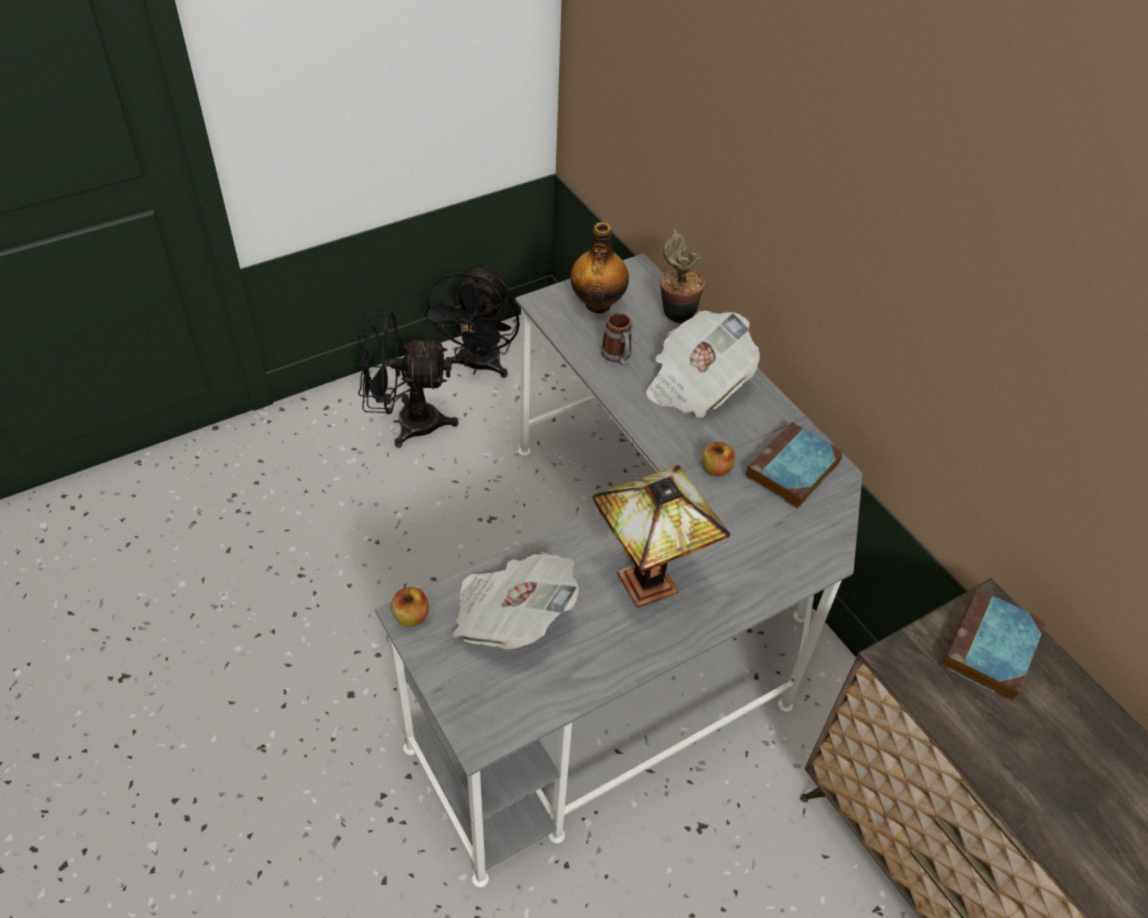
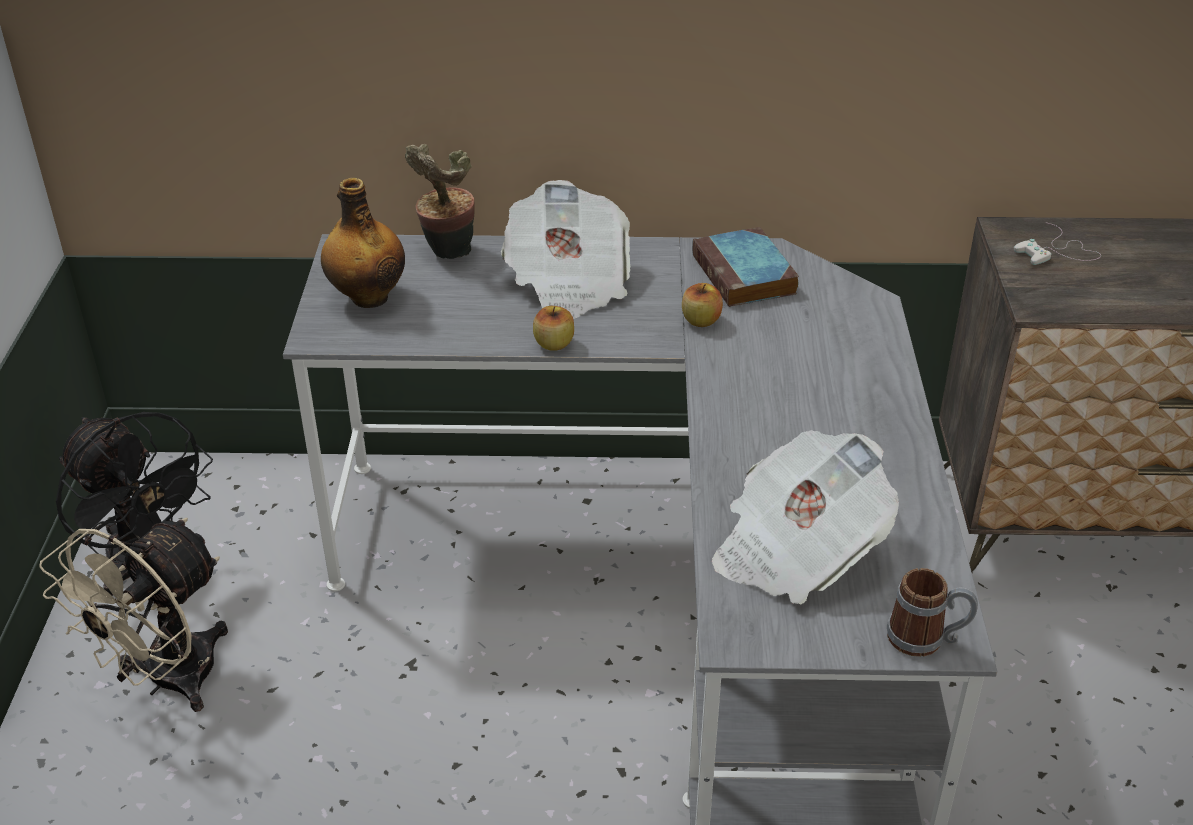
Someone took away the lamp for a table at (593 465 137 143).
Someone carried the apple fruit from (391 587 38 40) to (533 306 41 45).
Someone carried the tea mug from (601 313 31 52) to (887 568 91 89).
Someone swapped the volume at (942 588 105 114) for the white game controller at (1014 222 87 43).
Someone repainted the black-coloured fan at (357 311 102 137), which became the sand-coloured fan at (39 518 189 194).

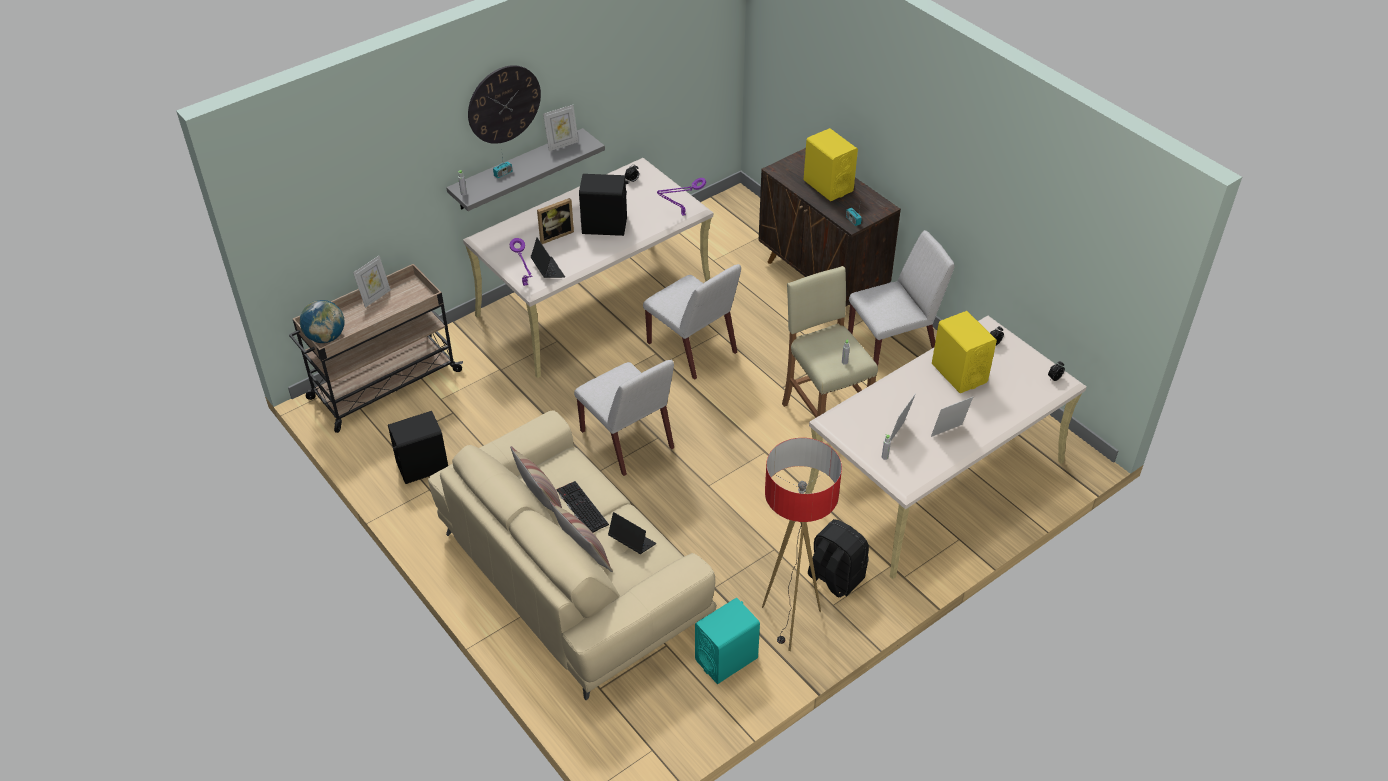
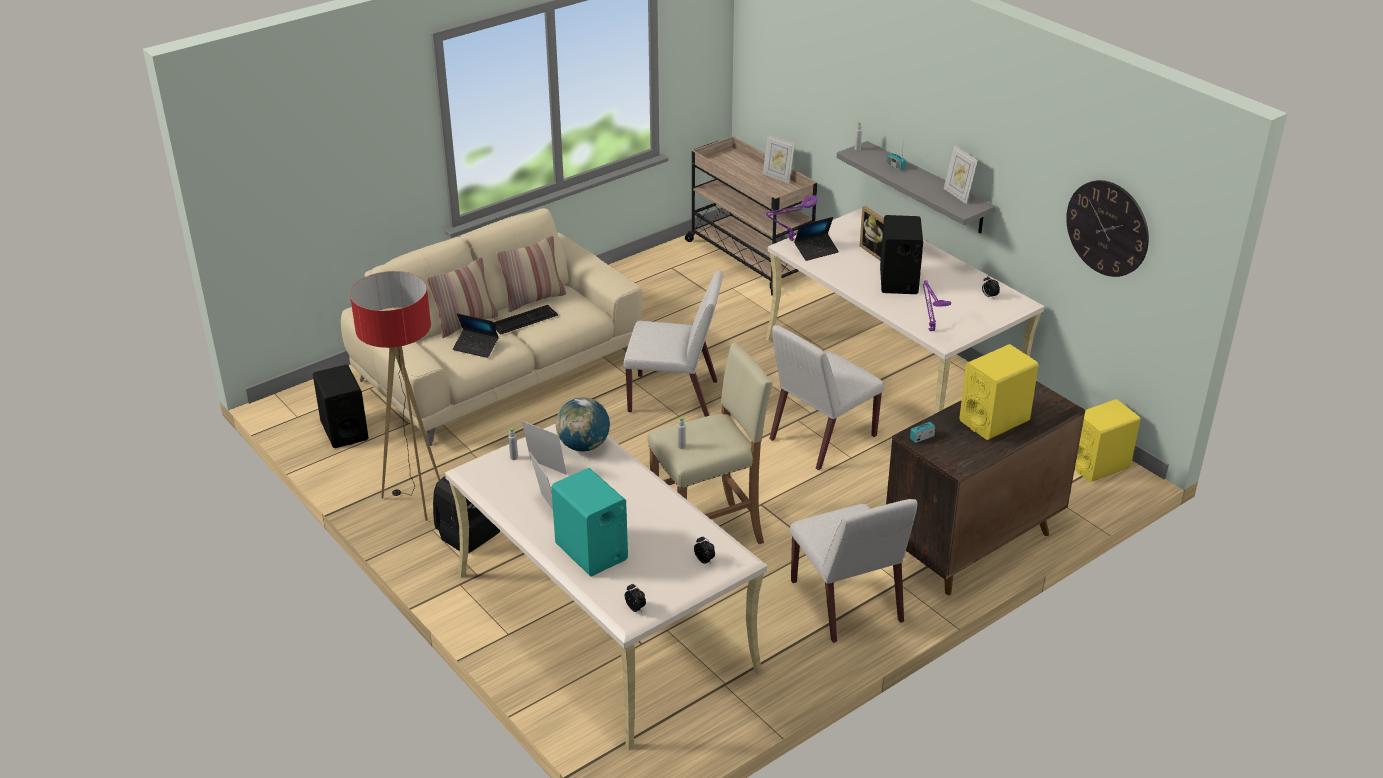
Someone carried the globe from (300 300 44 43) to (556 397 54 55).
Someone carried the black-coloured speaker from (388 411 60 73) to (313 365 56 83).
Someone carried the wall clock from (468 65 73 79) to (1066 180 83 97).
Someone carried the turquoise speaker from (695 598 65 86) to (551 468 77 108).
Someone carried the yellow speaker from (932 311 65 82) to (1075 399 65 83).
Someone rotated the white chair at (574 360 100 116) by 135 degrees counterclockwise.
Someone rotated the portable computer at (608 512 48 42) by 75 degrees clockwise.

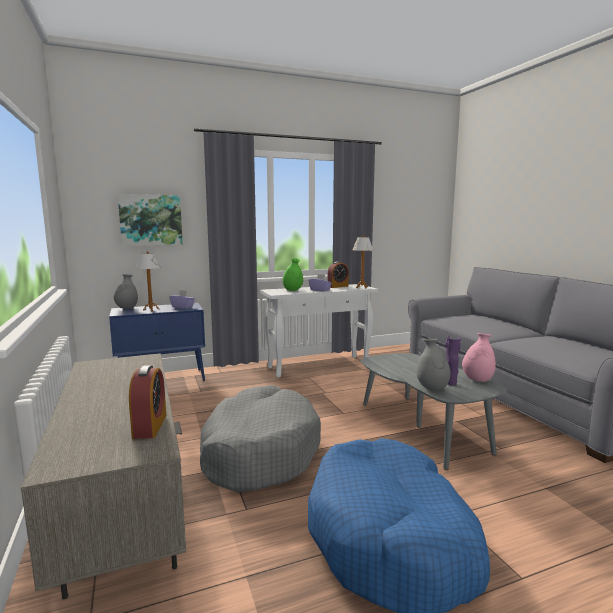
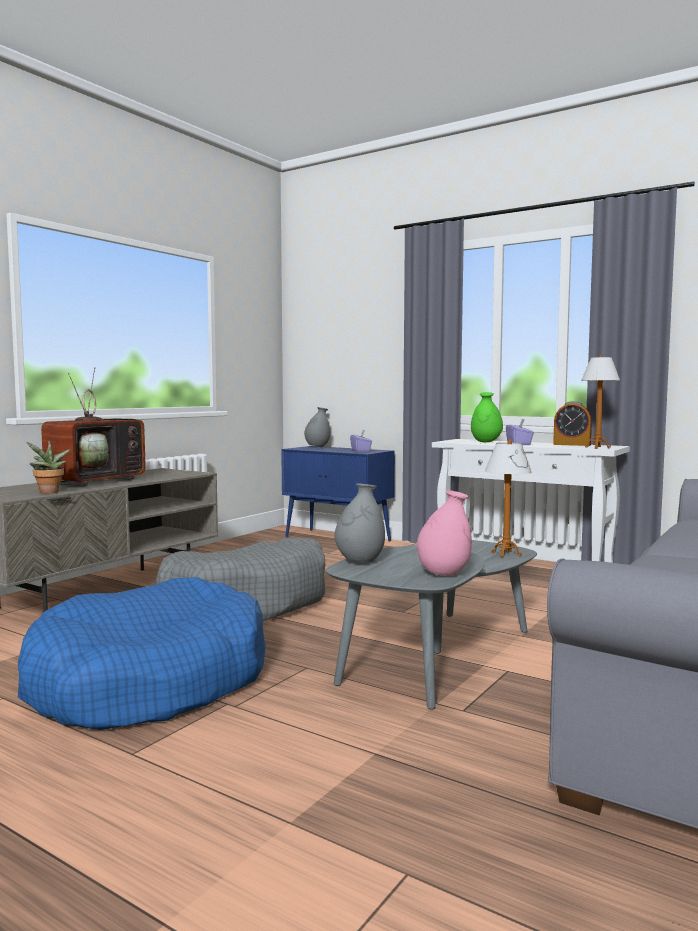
Someone took away the wall art at (118 194 65 52).
Someone took away the purple-coloured vase at (445 335 16 50).
Someone put down the TV set at (41 367 105 119).
Someone carried the lamp for a table from (136 251 25 60) to (485 439 47 118).
Someone swapped the table clock at (129 365 37 74) for the potted plant at (26 440 45 53).

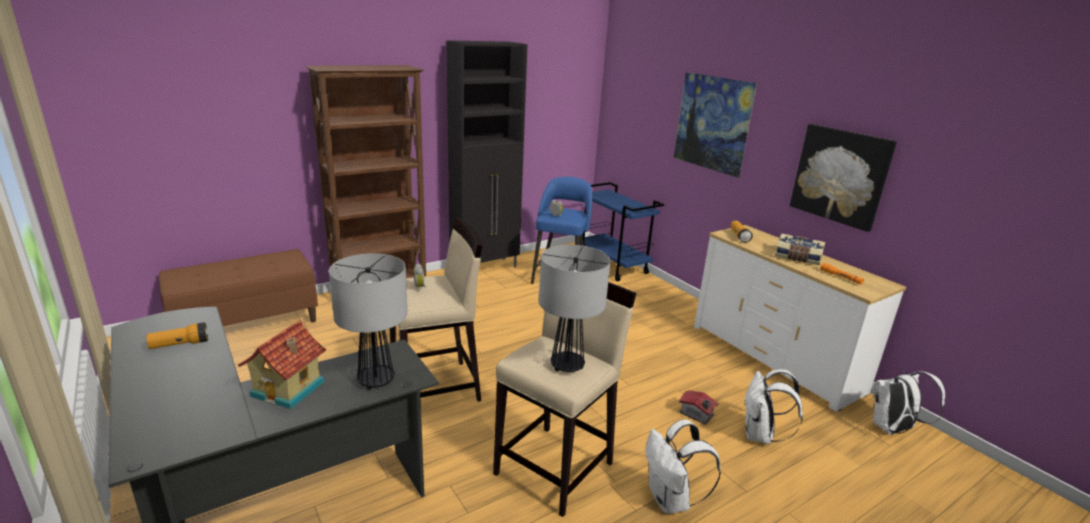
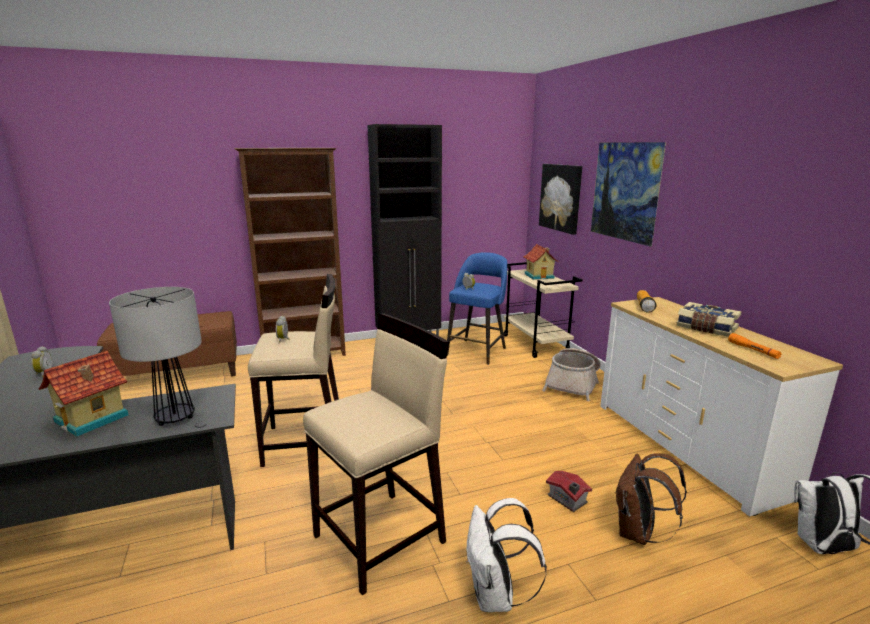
Someone took away the lamp for a table at (539 245 72 127).
Someone put down the toy house at (523 244 35 36).
Someone put down the household basket at (542 348 59 53).
Someone carried the wall art from (790 124 107 108) to (539 164 43 71).
Someone swapped the flashlight at (146 322 62 27) for the table clock at (31 346 21 31).
Someone repainted the blue-coloured cart at (583 182 81 100), which became the sand-coloured cart at (504 262 79 96).
Someone repainted the white knapsack at (744 369 59 75), which became the brown knapsack at (615 453 72 92).

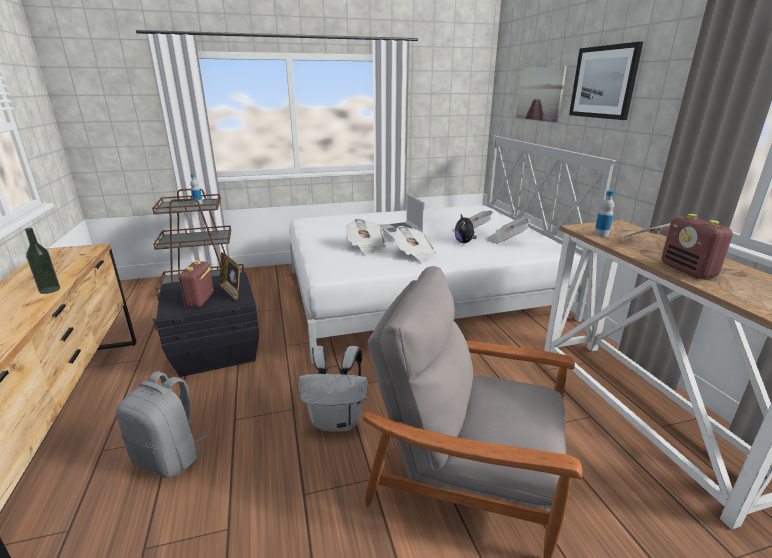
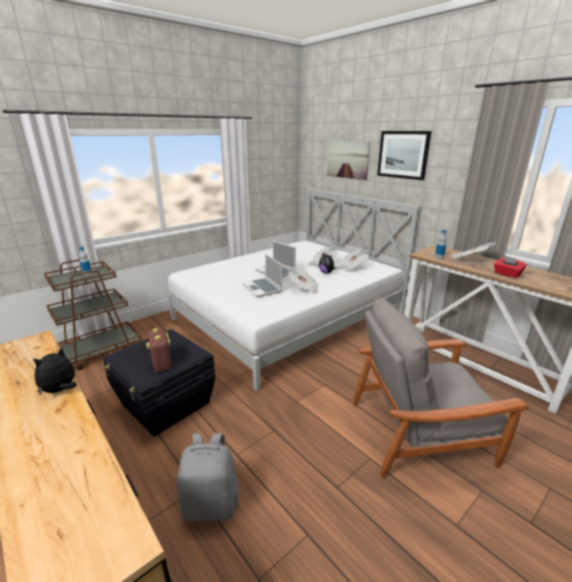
Someone took away the photo frame at (219 252 22 49).
Someone took away the white knapsack at (299 346 69 86).
Someone swapped the beverage bottle at (25 228 35 66) for the soft toy at (33 347 44 48).
Someone swapped the printed paper at (346 218 40 36) for the portable computer at (242 253 40 44).
Someone swapped the radio at (661 214 72 65) for the red tissue holder at (494 256 33 22).

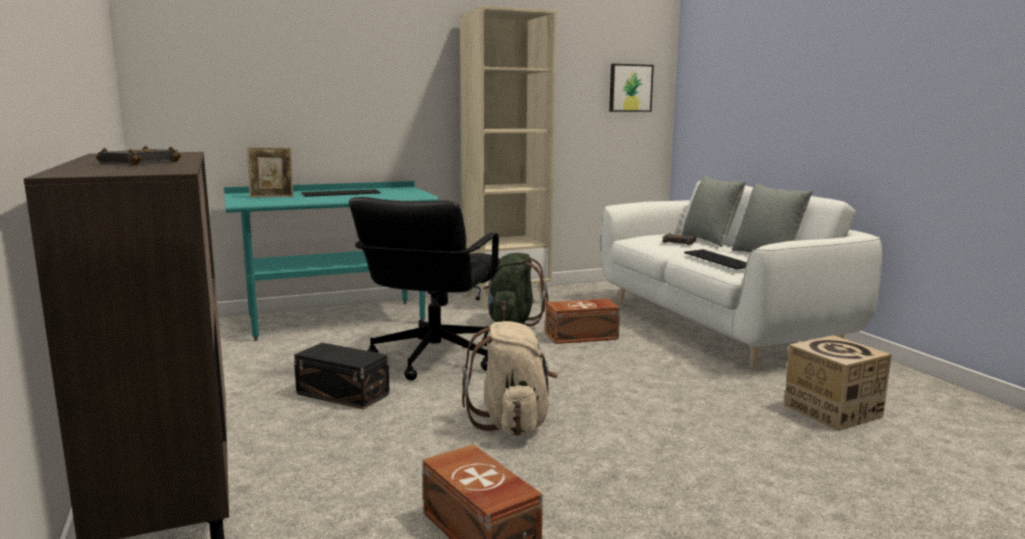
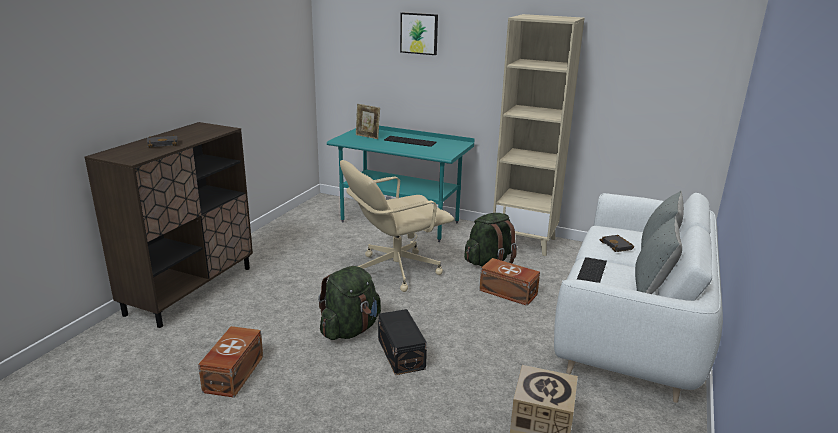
Someone carried the black-coloured storage bin from (294 343 96 67) to (378 309 49 66).
Someone carried the wall art from (609 64 45 48) to (400 13 38 42).
Someone repainted the black-coloured computer chair at (349 197 152 184), which became the sand-coloured computer chair at (340 160 114 132).
Someone repainted the sand-coloured knapsack at (462 321 96 115), which became the green-coloured knapsack at (318 266 63 74).

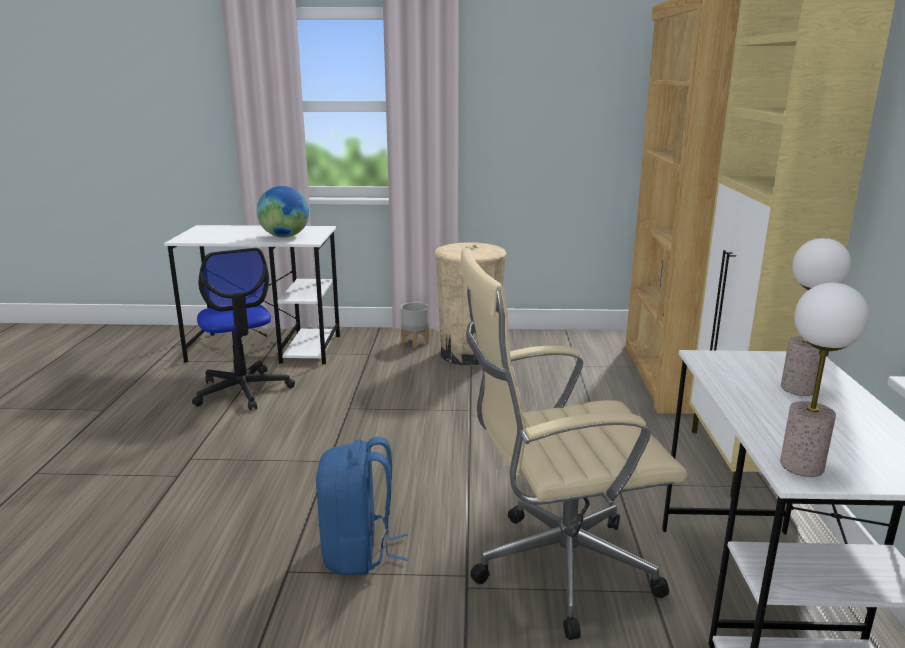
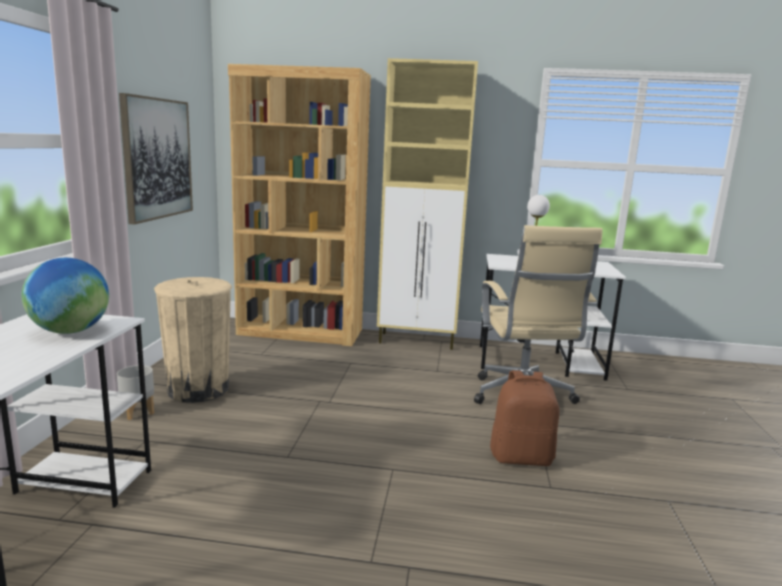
Someone took away the computer chair at (192 248 103 162).
Someone took away the lamp for a table at (780 283 89 194).
Someone put up the wall art at (119 93 74 132).
Someone repainted the blue-coloured knapsack at (316 437 92 138), which became the brown knapsack at (490 370 69 96).

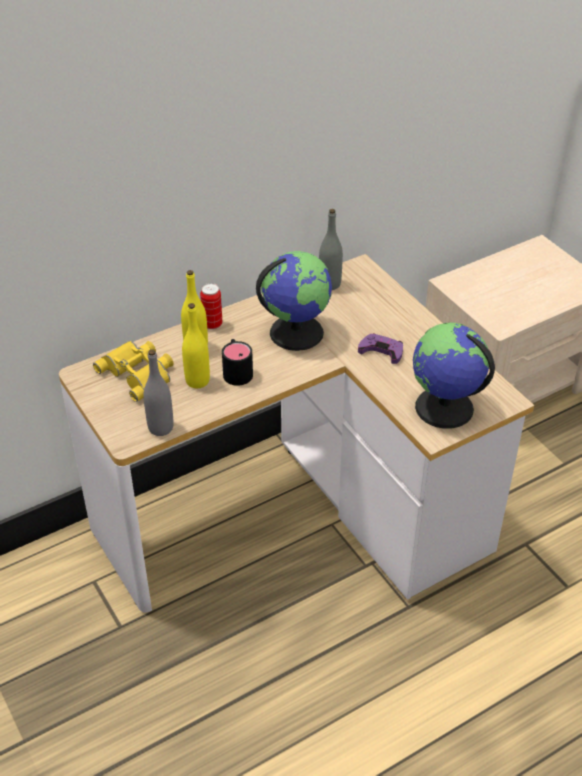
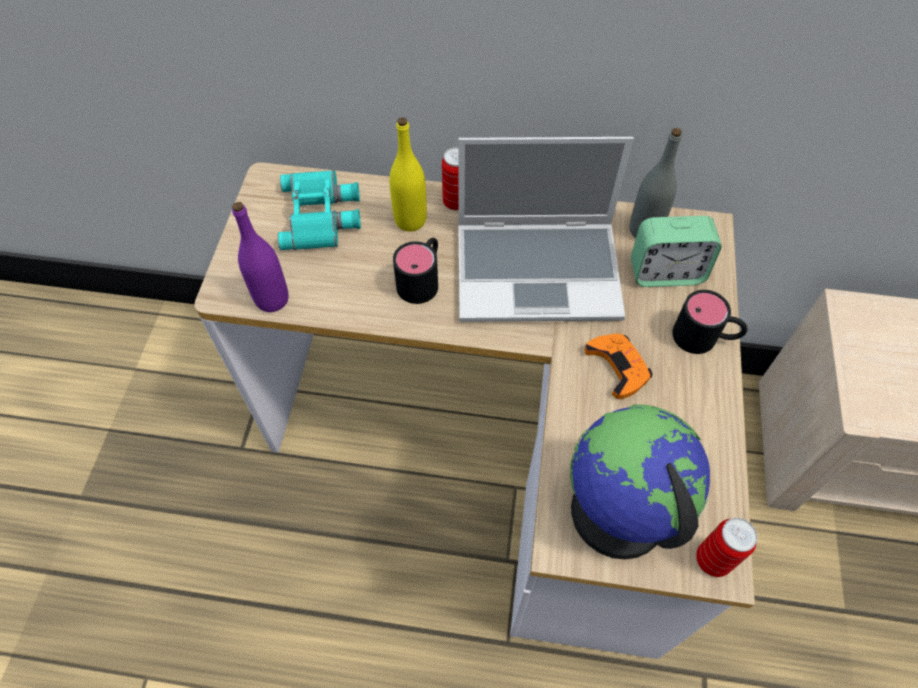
Someone took away the yellow beverage bottle at (182 303 28 85).
Someone put down the table clock at (631 216 91 71).
Someone put down the black-coloured tea mug at (672 290 75 64).
Someone put down the metal can at (696 518 61 59).
Someone swapped the globe at (256 251 76 100) for the portable computer at (458 137 176 185).
Someone repainted the yellow pair of binoculars at (93 341 81 61), which became the turquoise pair of binoculars at (278 170 83 80).
Someone repainted the grey beverage bottle at (143 349 30 87), which became the purple-coloured beverage bottle at (232 202 57 110).
Someone repainted the purple-coloured game controller at (358 333 45 31), which became the orange-coloured game controller at (584 334 68 65).

